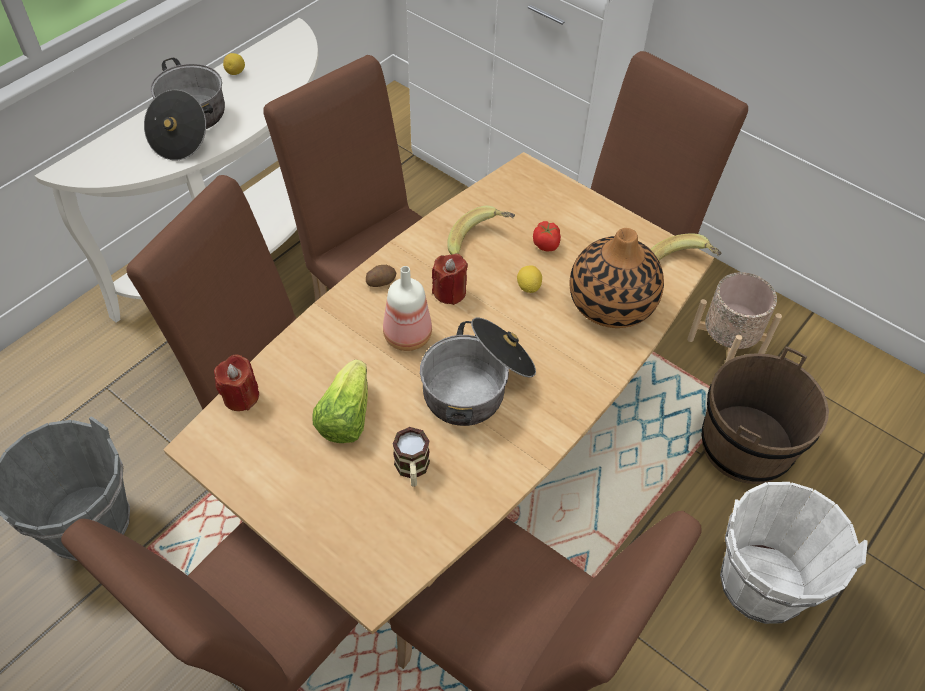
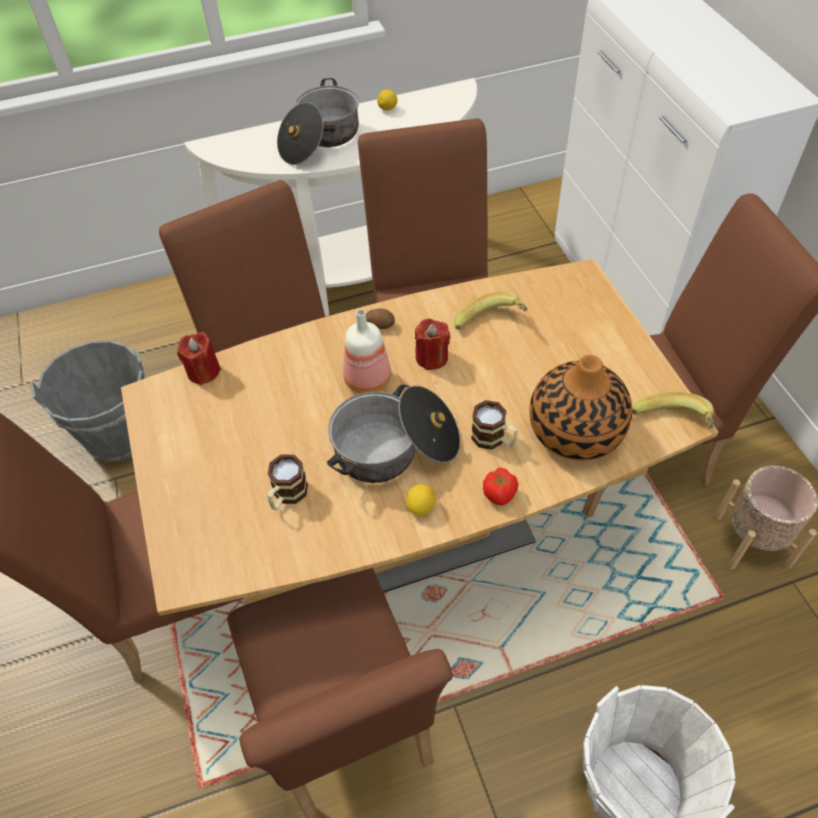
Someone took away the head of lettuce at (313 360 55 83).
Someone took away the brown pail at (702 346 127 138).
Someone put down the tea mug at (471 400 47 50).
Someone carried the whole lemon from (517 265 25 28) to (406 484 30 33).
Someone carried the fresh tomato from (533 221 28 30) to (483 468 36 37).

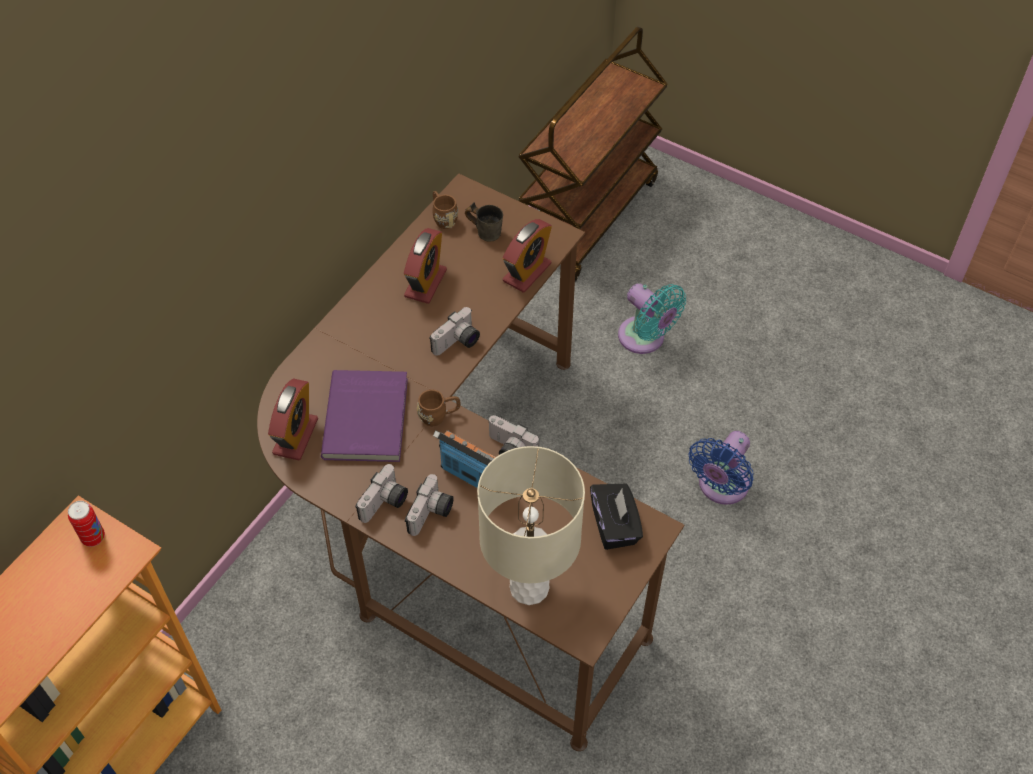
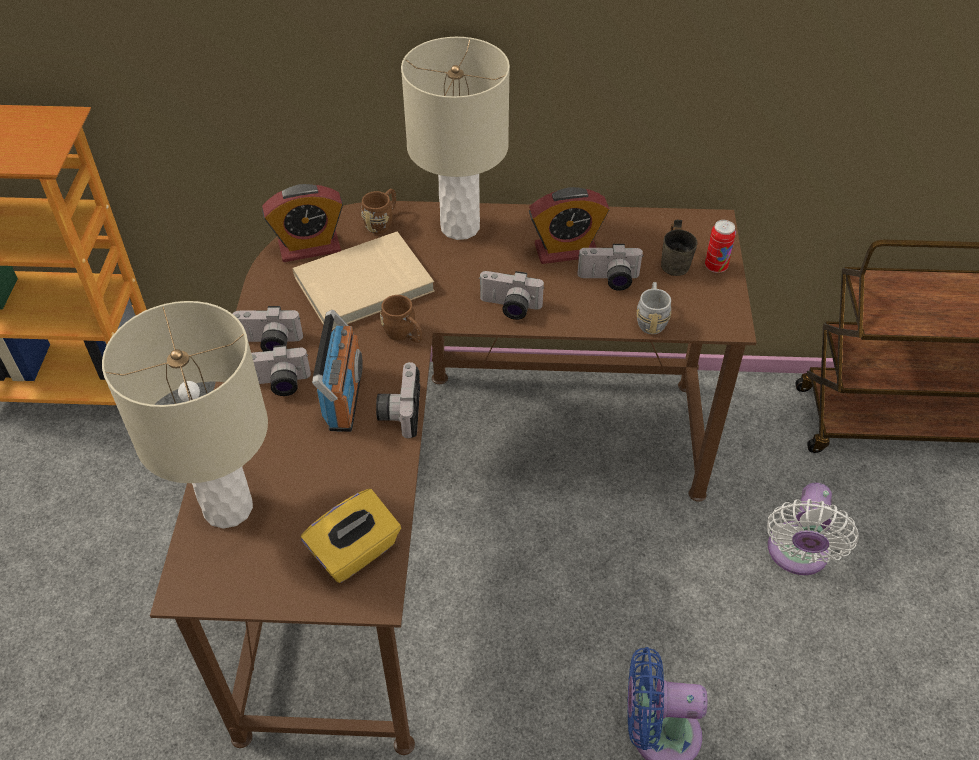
Someone put down the sand-coloured lamp for a table at (401 37 109 203).
Someone put down the photo camera at (577 244 67 47).
Someone carried the metal can from (68 501 37 46) to (705 220 31 53).
Someone carried the brown tea mug from (432 191 26 38) to (361 189 35 45).
Someone swapped the table clock at (503 219 49 74) for the grey tea mug at (637 282 35 52).
Someone repainted the purple-coloured volume at (321 370 87 92), which became the sand-coloured volume at (293 231 142 99).
Someone repainted the black-coloured tissue holder at (590 484 53 66), which became the yellow tissue holder at (301 489 100 94).
Someone repainted the turquoise fan at (618 283 68 71), which became the white fan at (767 483 92 92).

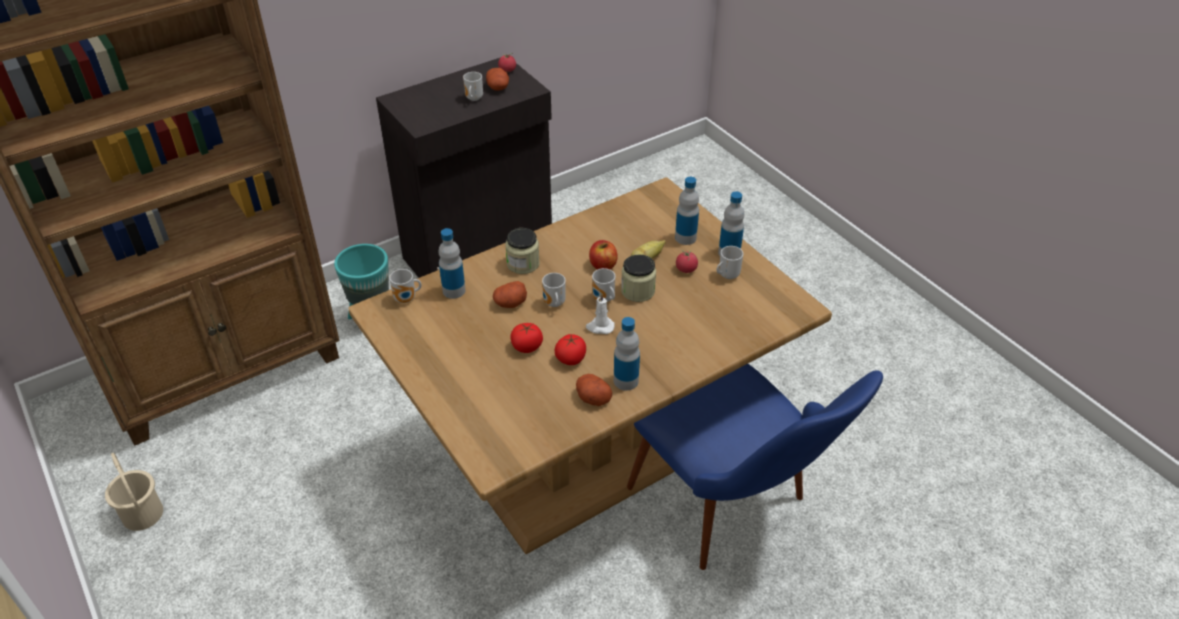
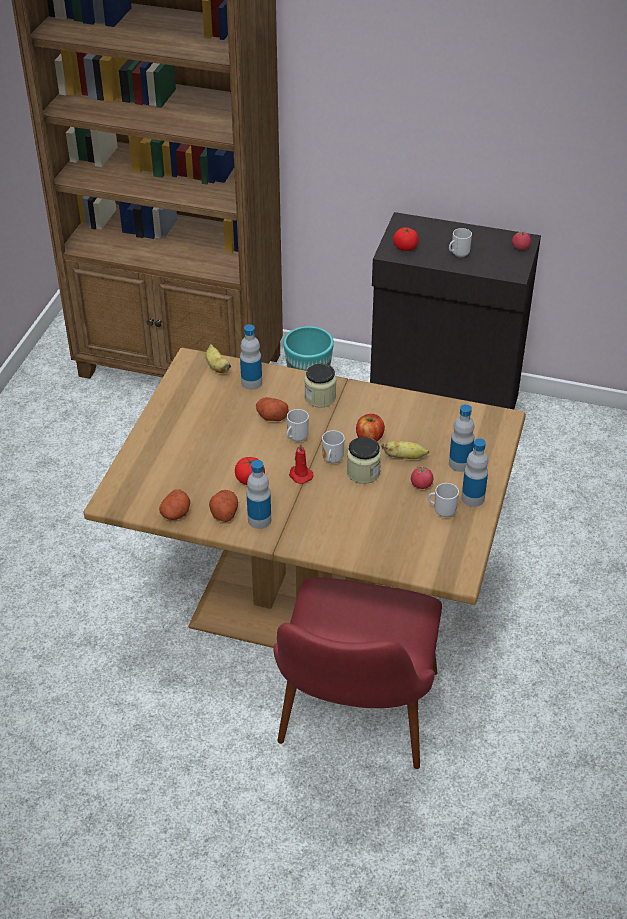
Someone took away the sand-coloured pail at (105 453 58 78).
Someone carried the whole potato from (486 68 23 23) to (159 489 31 31).
Someone carried the fresh tomato from (510 323 33 30) to (393 227 26 24).
Someone swapped the tea mug at (389 269 33 34) for the whole banana at (205 344 26 30).
Someone repainted the white candle at (586 293 29 41), which became the red candle at (289 443 25 41).
Someone repainted the blue-coloured chair at (627 364 256 206), which became the red chair at (274 577 168 192).

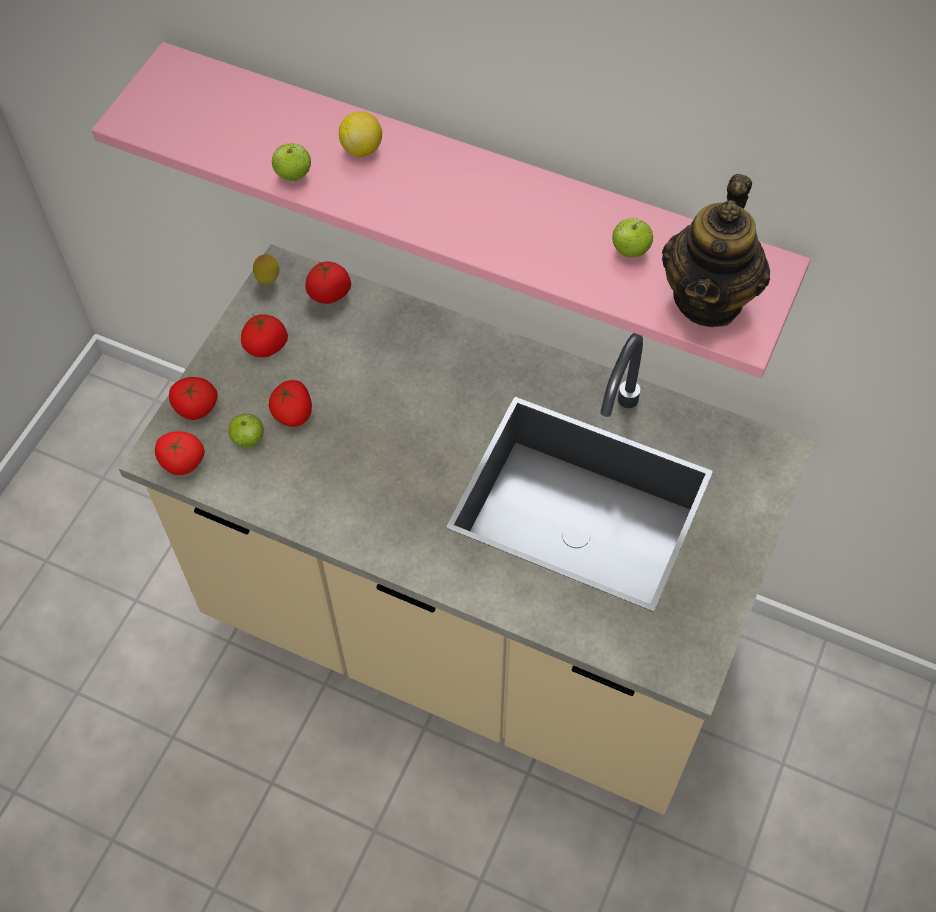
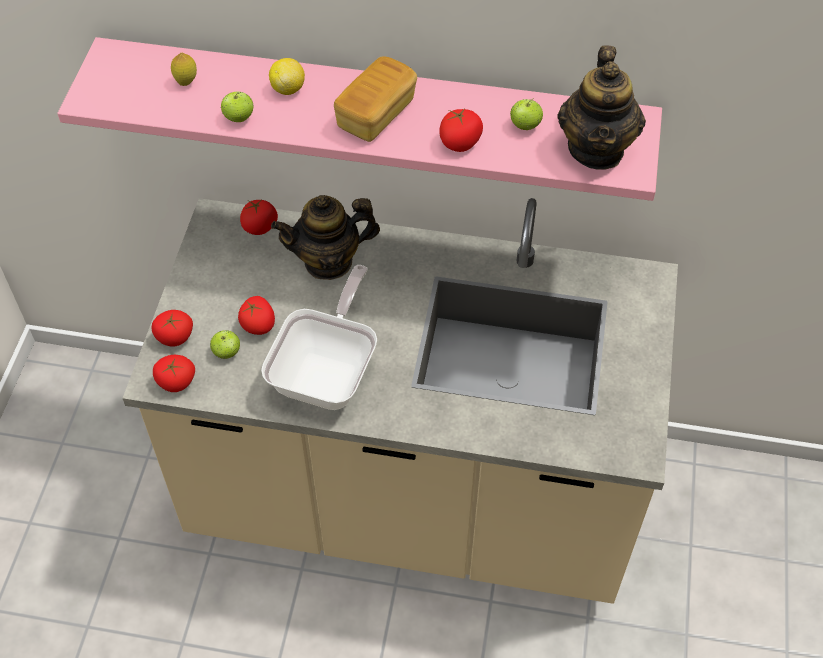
Someone put down the pan at (261 265 116 145).
Someone put down the pot for tea at (271 195 109 85).
Someone put down the bakery bread at (334 56 83 86).
Someone carried the fresh tomato from (241 314 47 43) to (439 108 44 44).
Someone carried the whole lemon from (253 254 26 31) to (171 53 26 33).

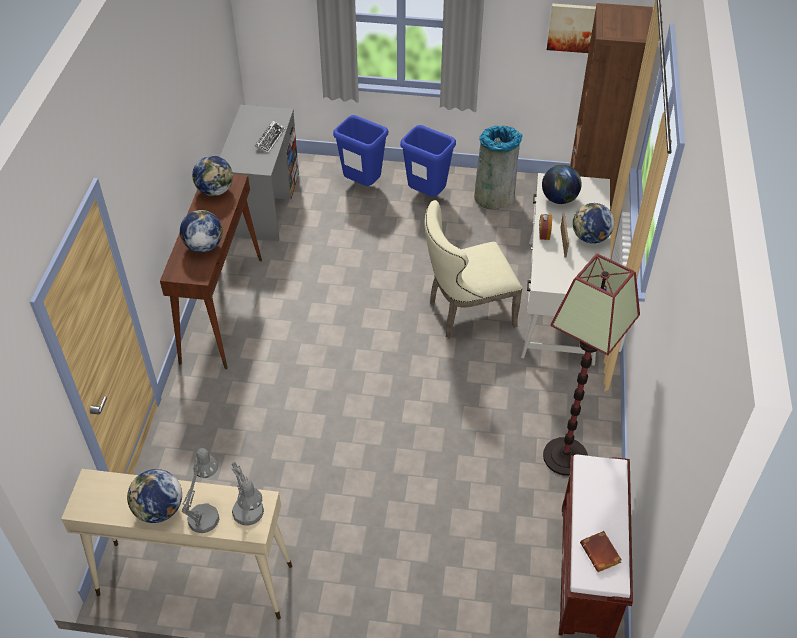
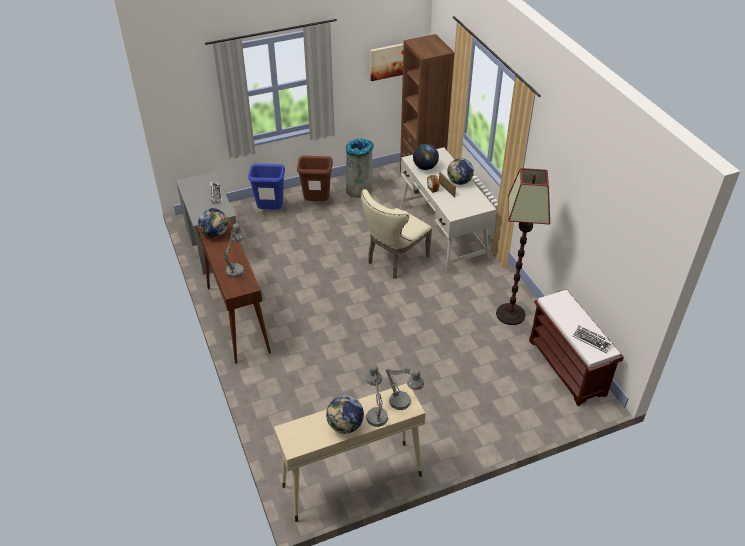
Someone swapped the globe at (180 210 43 42) for the grey lamp for a table at (223 223 22 55).
Someone swapped the brown volume at (580 531 42 41) for the PC keyboard at (573 325 40 28).
Someone repainted the blue-coloured trash can at (400 125 56 72), which became the brown trash can at (297 156 36 45).

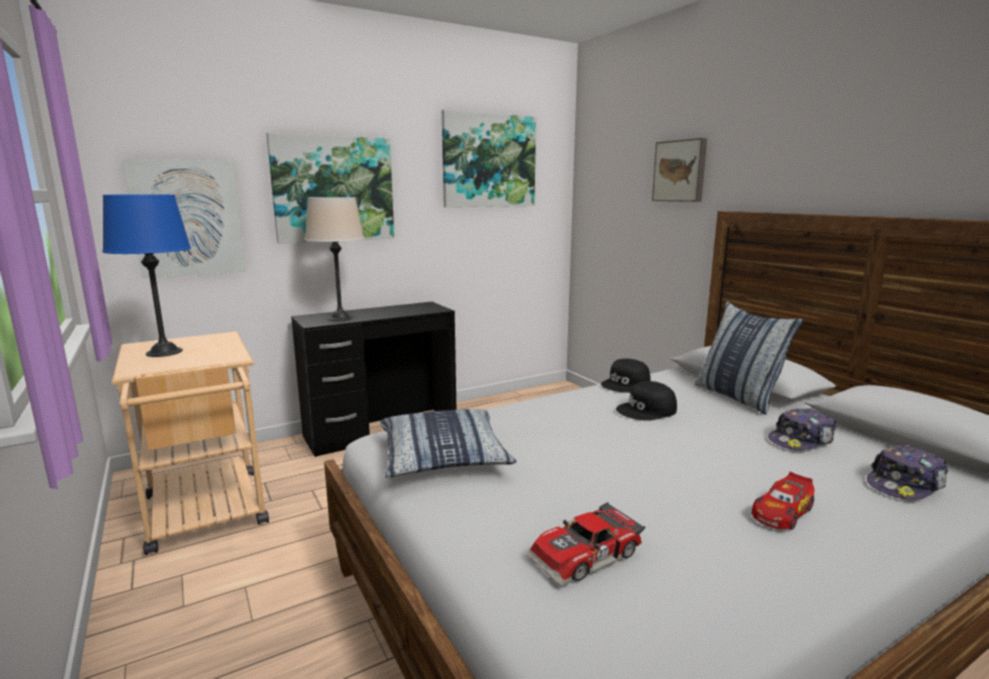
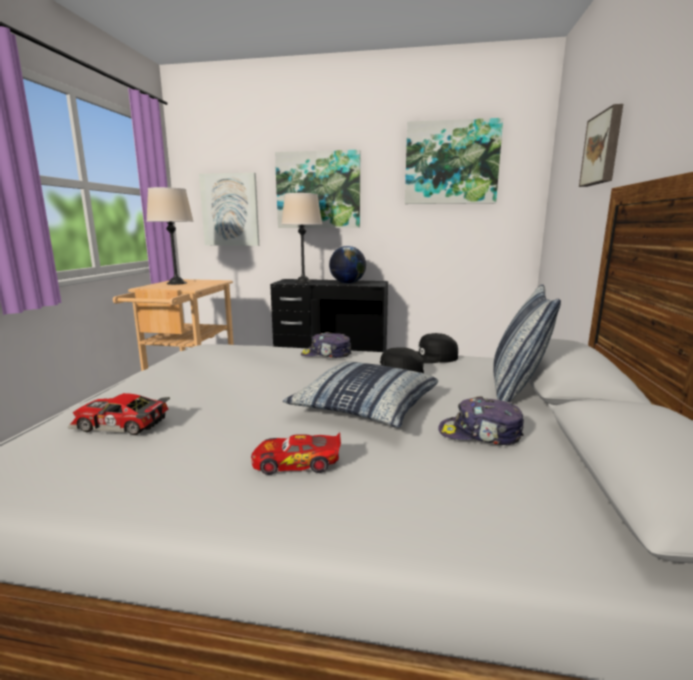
Someone put down the globe at (329 246 37 38).
Someone carried the cushion from (380 409 136 69) to (283 362 155 66).
Someone carried the cap from (867 445 81 55) to (301 332 50 26).
Someone repainted the blue-coloured lamp for a table at (103 194 88 163), which became the sand-coloured lamp for a table at (146 187 48 98).

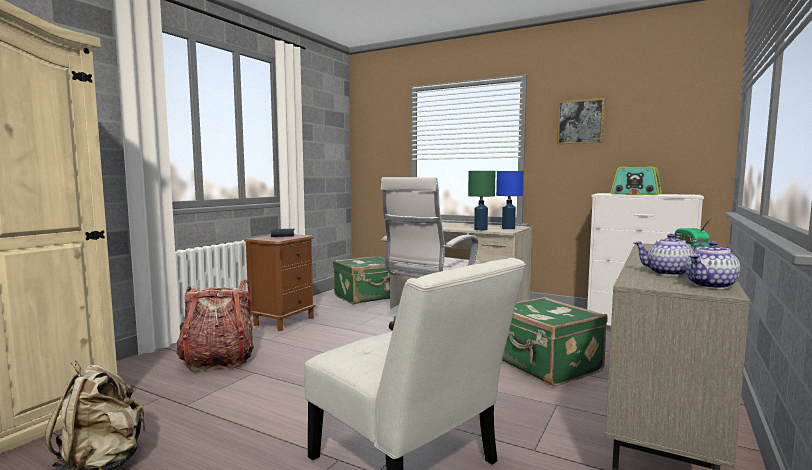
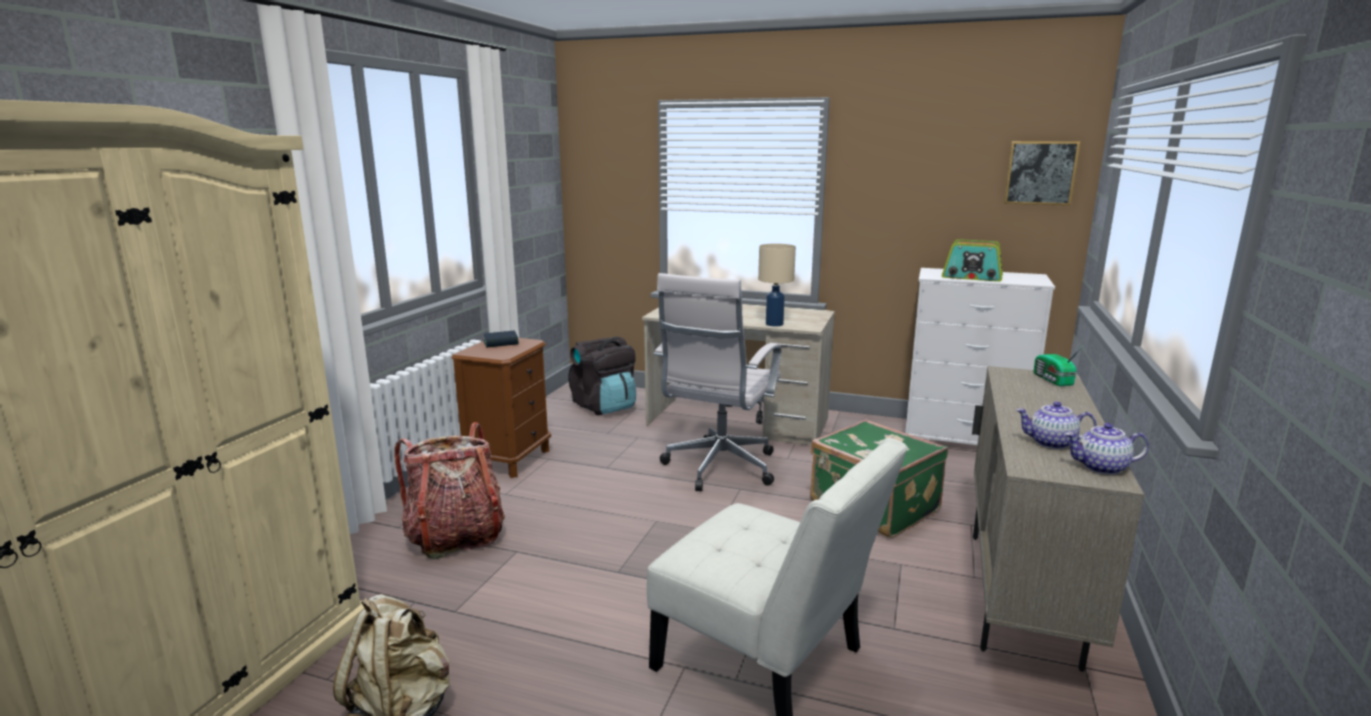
Someone took away the blue-coloured lamp for a table at (496 171 27 58).
Someone carried the wall art from (557 98 48 46) to (1004 141 76 64).
Someone swapped the green-coloured piece of luggage at (333 256 57 48) for the black-coloured knapsack at (569 337 67 78).
Someone repainted the green-coloured lamp for a table at (468 171 28 60), which became the sand-coloured lamp for a table at (758 244 38 83).
Someone rotated the pot for tea at (686 241 54 48) by 45 degrees clockwise.

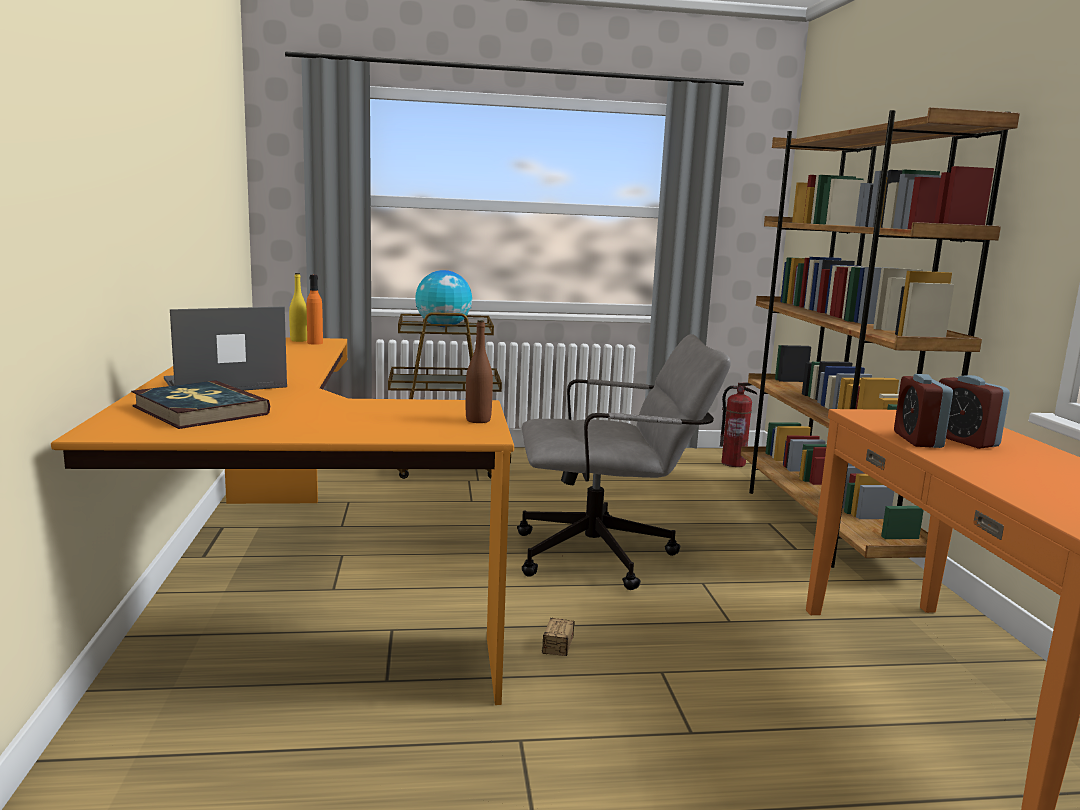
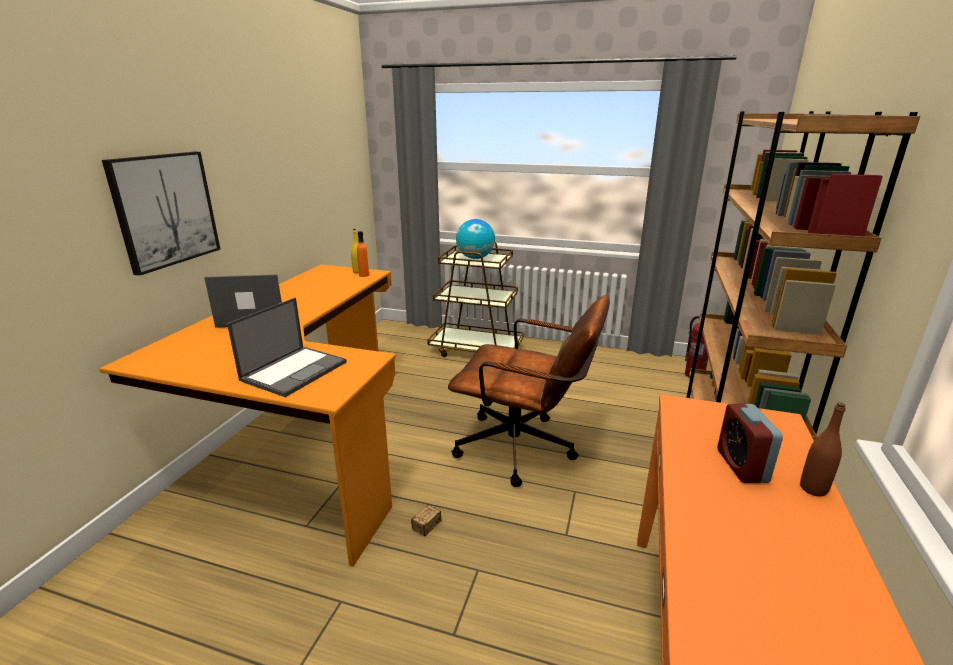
Someone took away the volume at (131 380 139 49).
Someone took away the table clock at (894 374 59 74).
Someone put up the wall art at (102 152 118 124).
Someone put down the portable computer at (227 298 120 99).
Someone carried the brown beverage bottle from (466 320 27 103) to (800 402 46 95).
Someone repainted the grey computer chair at (517 334 214 256), which became the brown computer chair at (448 295 162 192).

